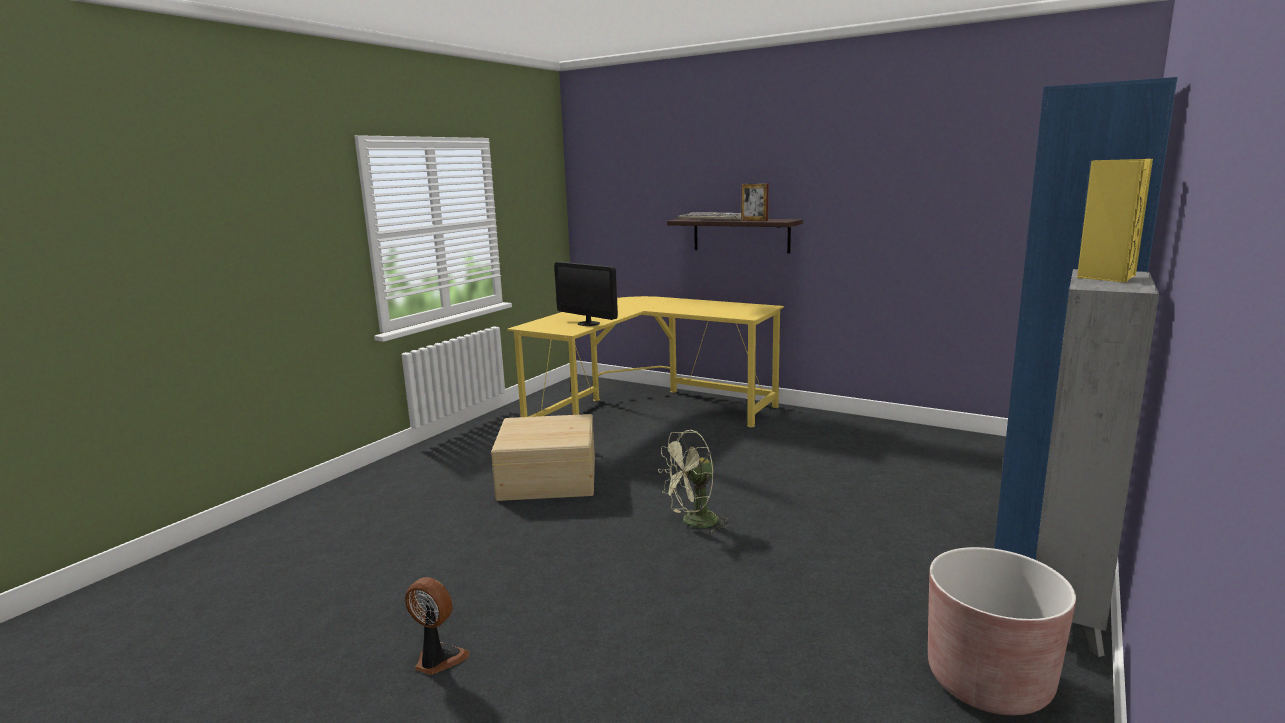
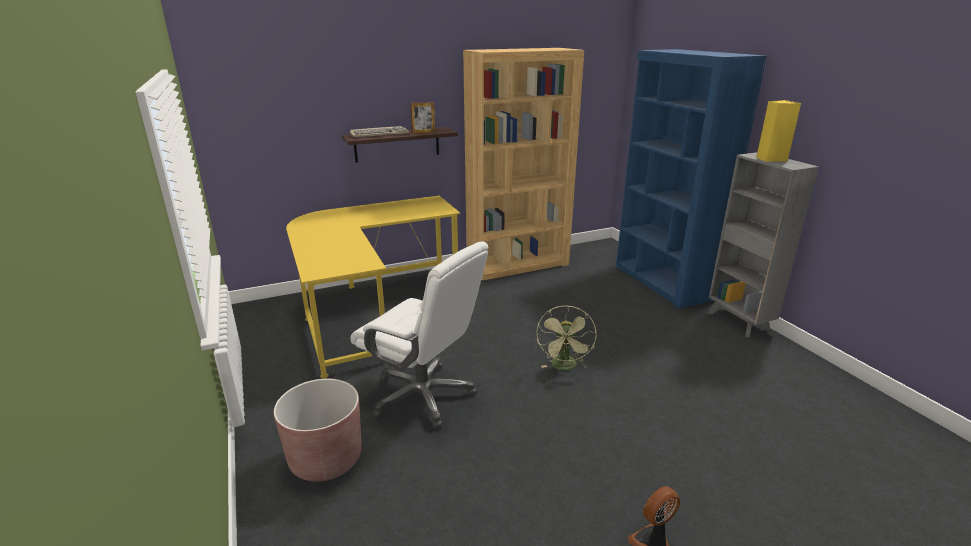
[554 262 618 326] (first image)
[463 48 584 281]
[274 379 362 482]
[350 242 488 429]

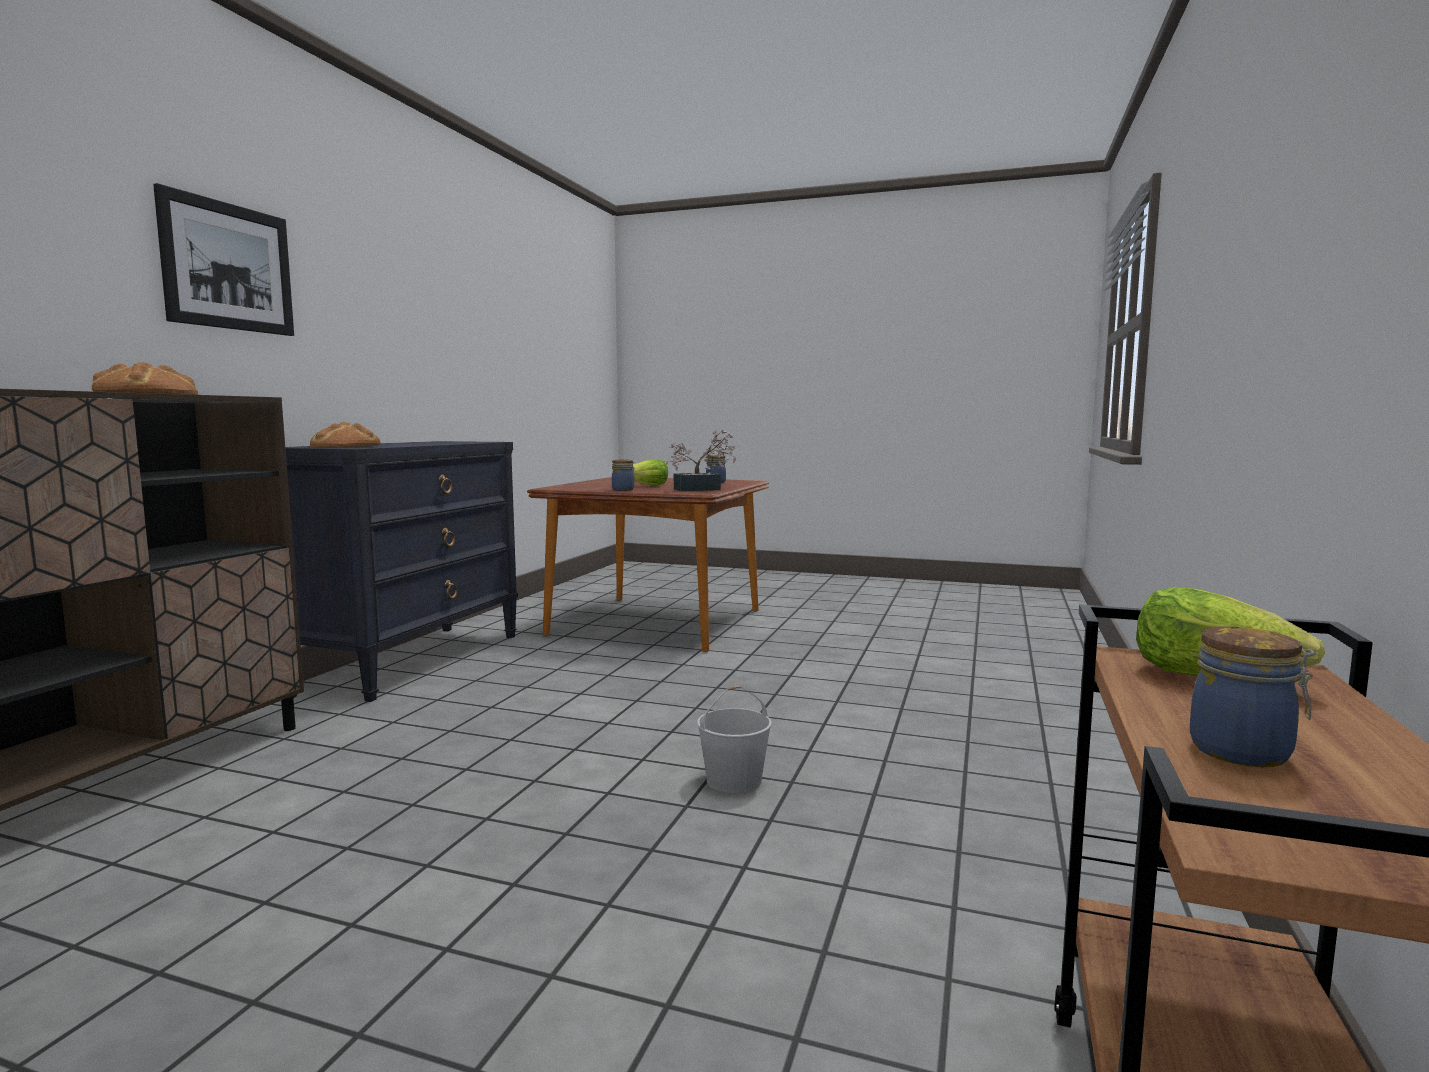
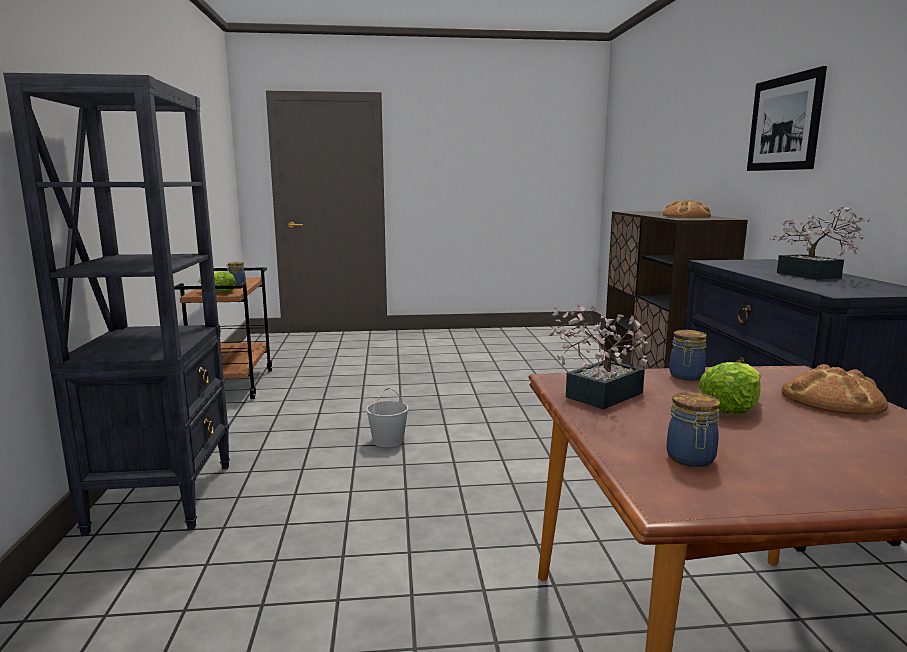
[3 73 230 535]
[770 206 870 280]
[781 364 889 415]

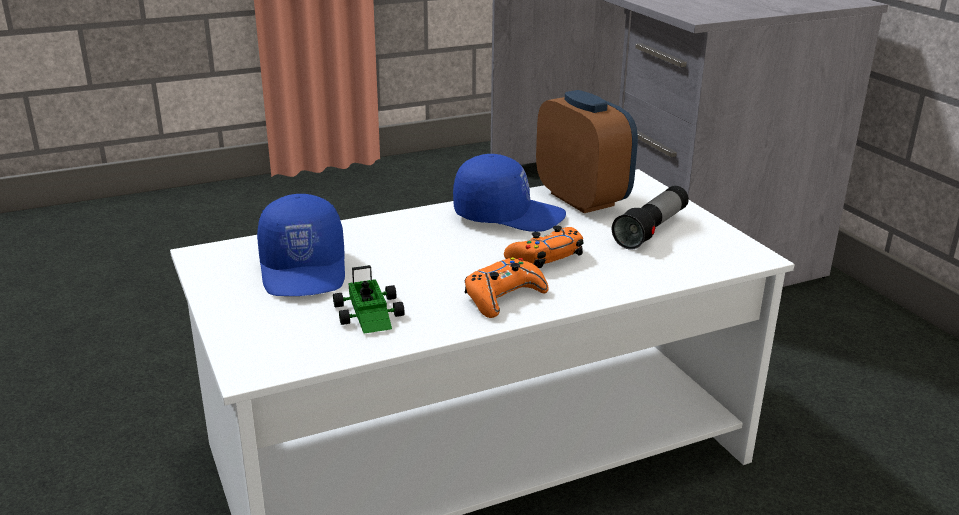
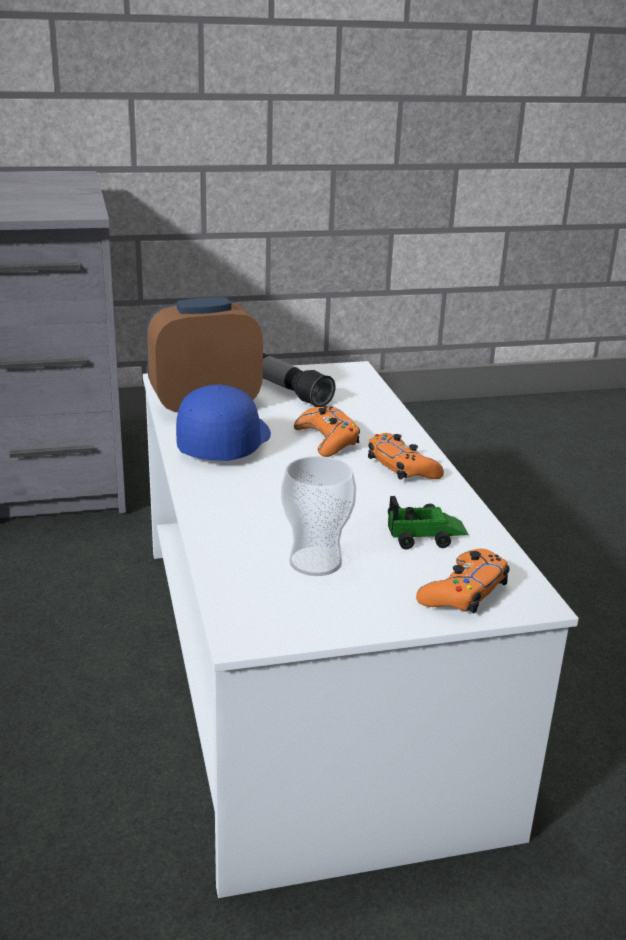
[416 549 510 613]
[281 456 356 576]

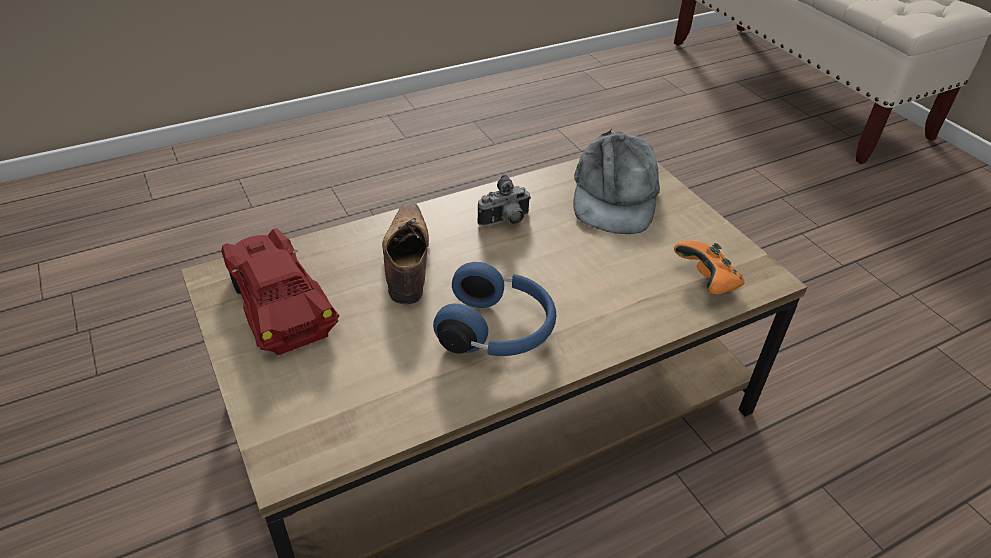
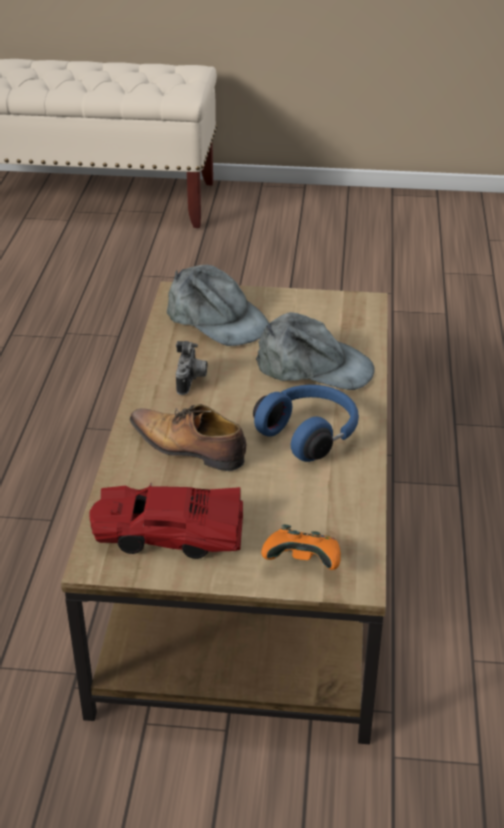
[256 312 375 390]
[261 524 341 570]

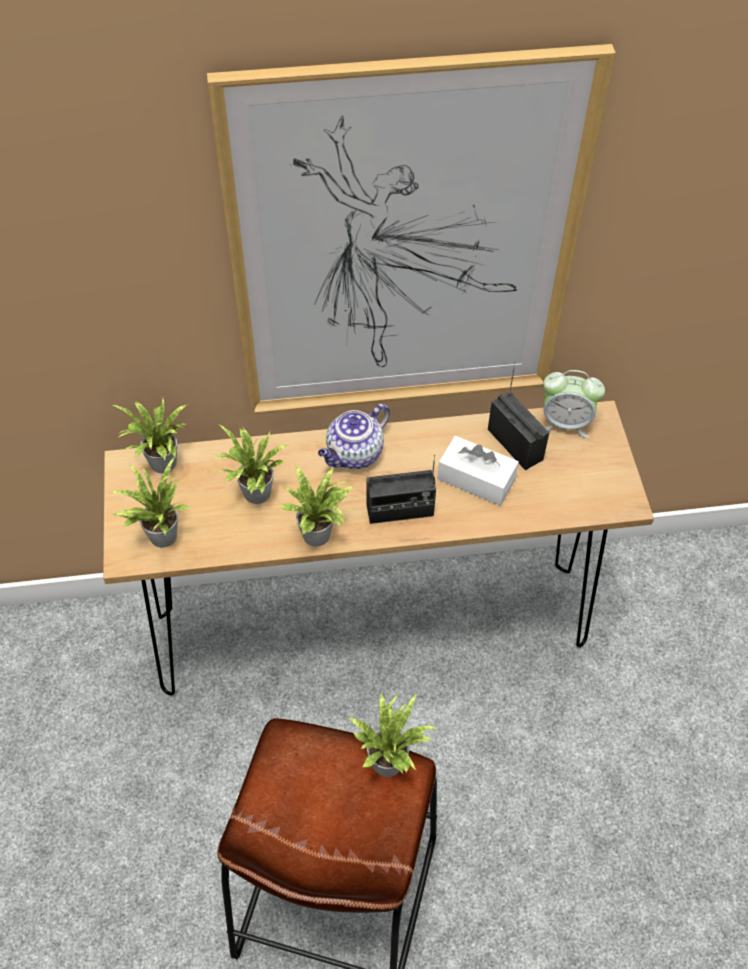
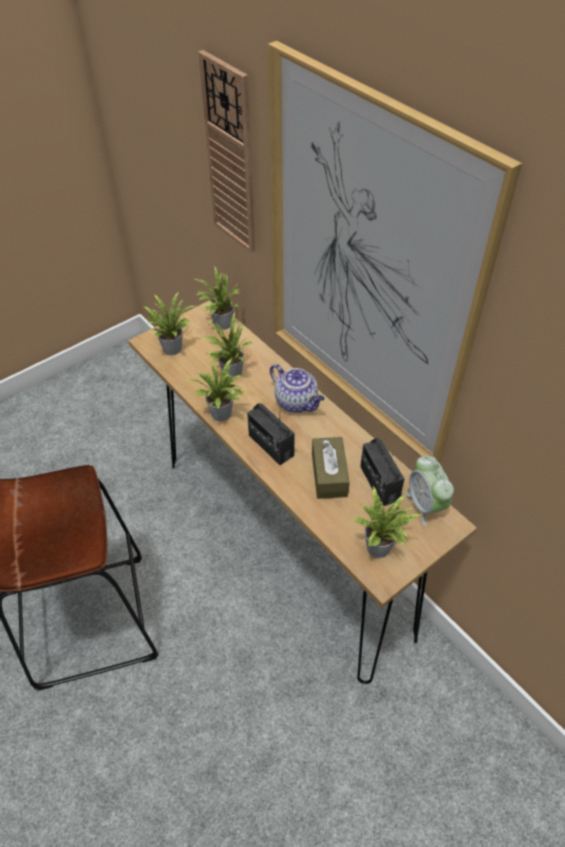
[198 50 255 253]
[353 485 423 558]
[312 437 349 499]
[270 364 325 413]
[360 438 404 506]

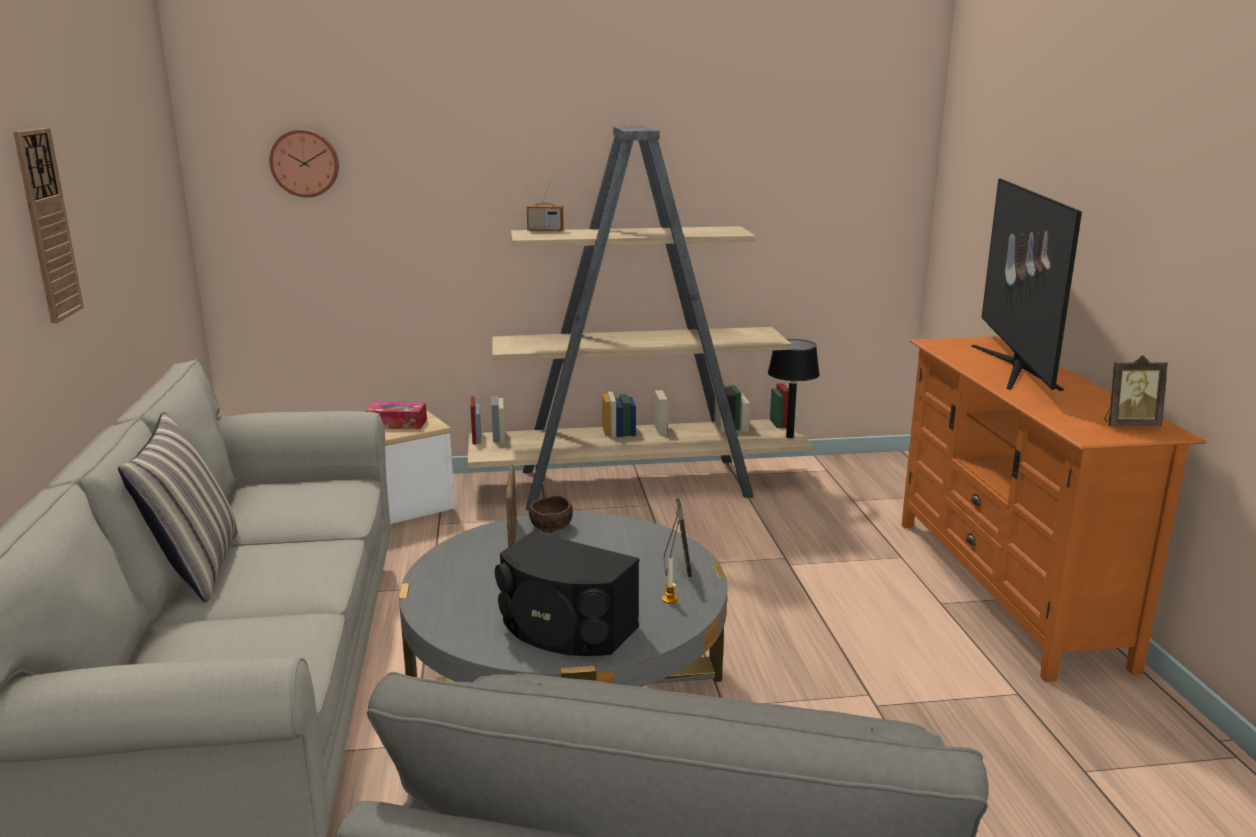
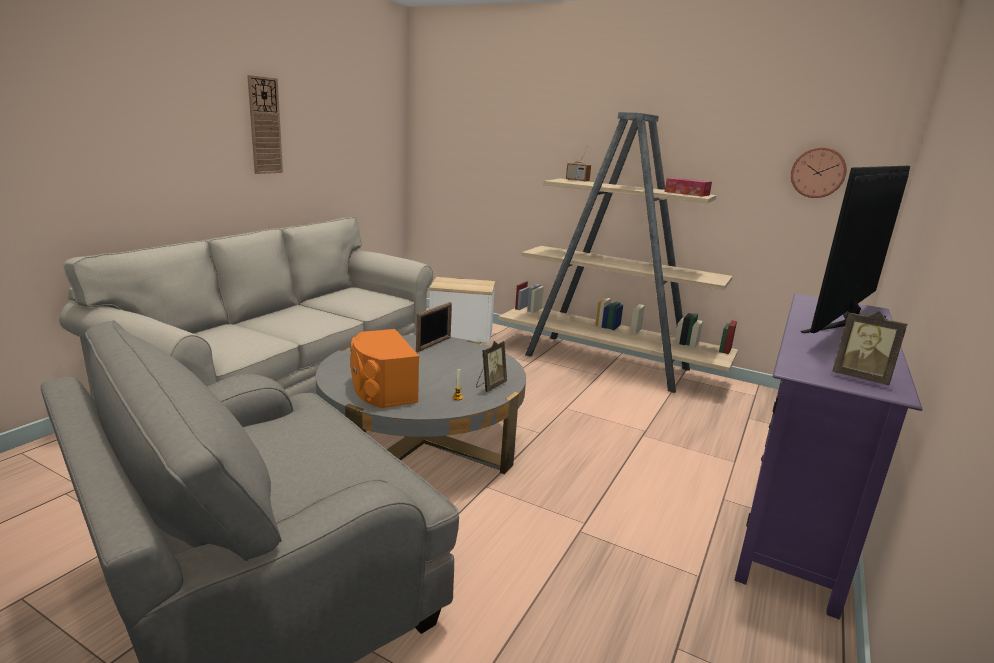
[118 412 238 603] (first image)
[529 495 573 533] (first image)
[768 339 820 438] (first image)
[791 147 847 198]
[665 178 712 196]
[350 329 419 408]
[735 294 923 620]

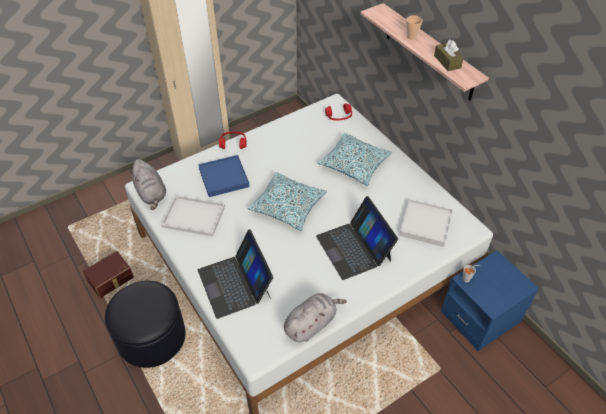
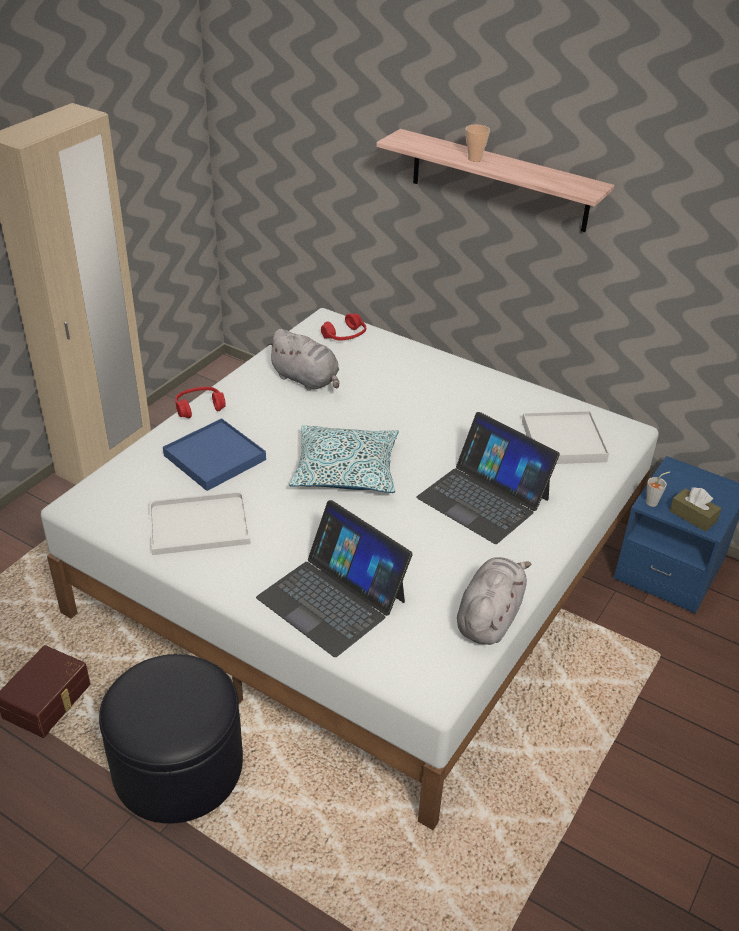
[318 133 393 186] (first image)
[266 329 339 391]
[670 487 721 532]

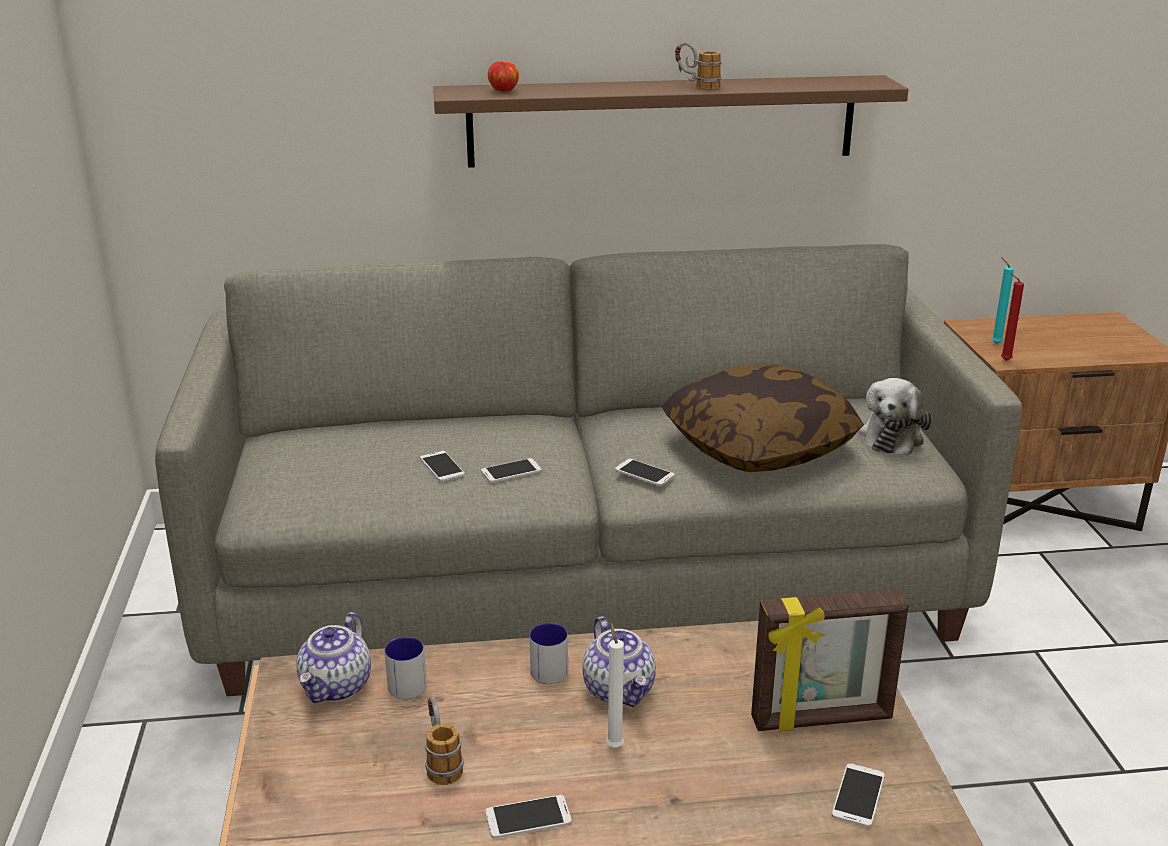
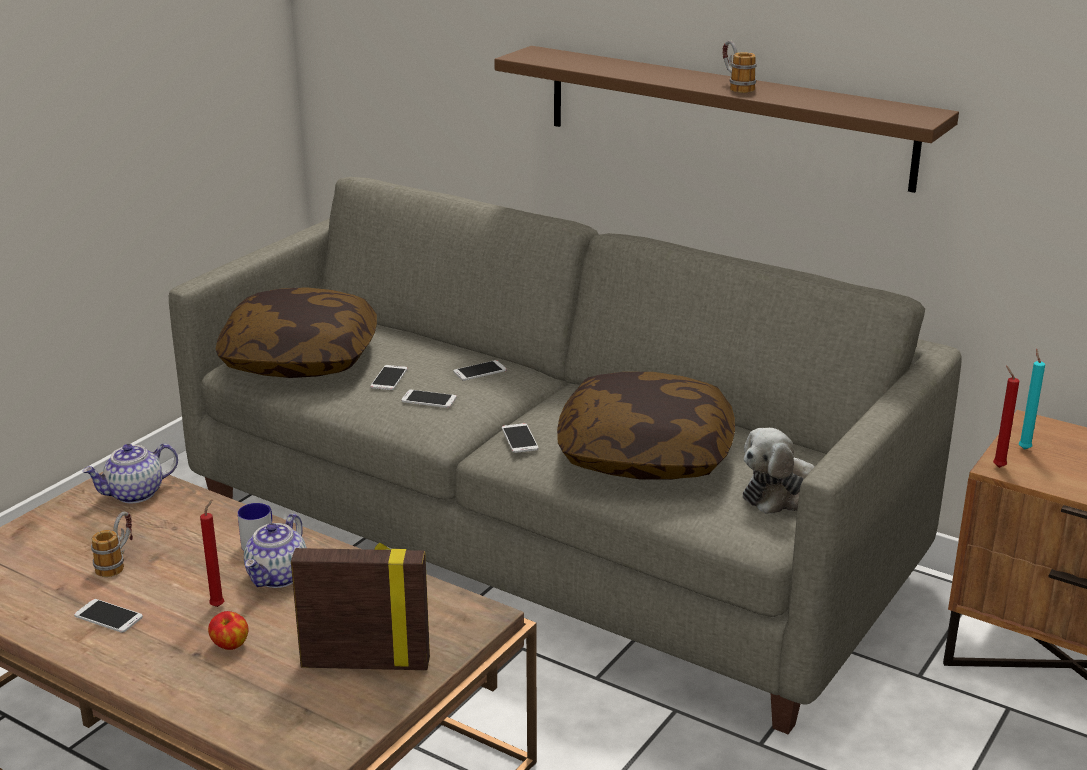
[384 637 427 699] (first image)
[216 287 377 378]
[208 611 248 650]
[453 360 507 381]
[200 499 224 607]
[291 543 430 670]

